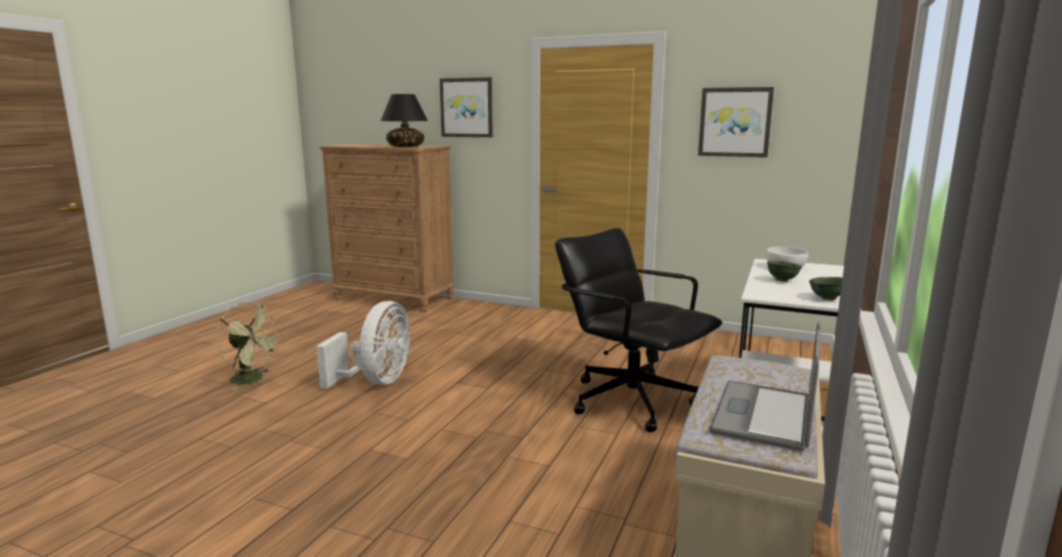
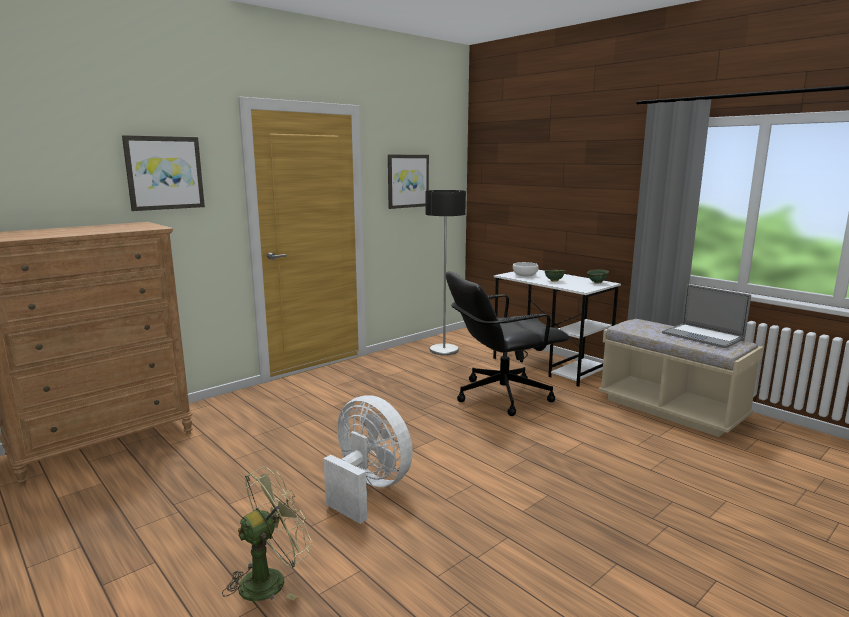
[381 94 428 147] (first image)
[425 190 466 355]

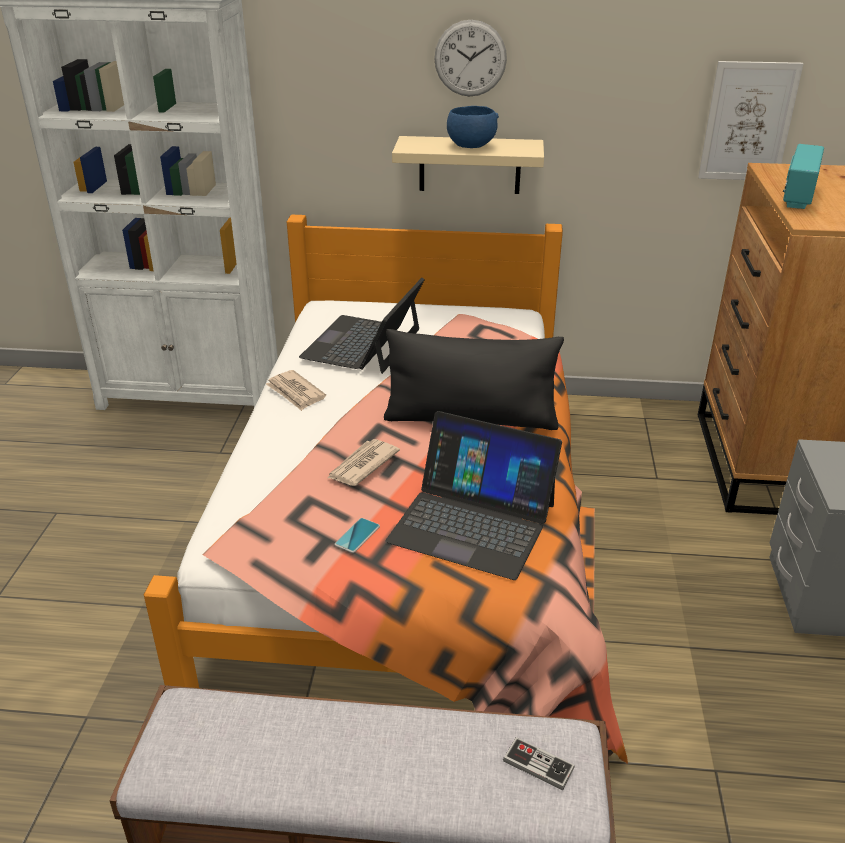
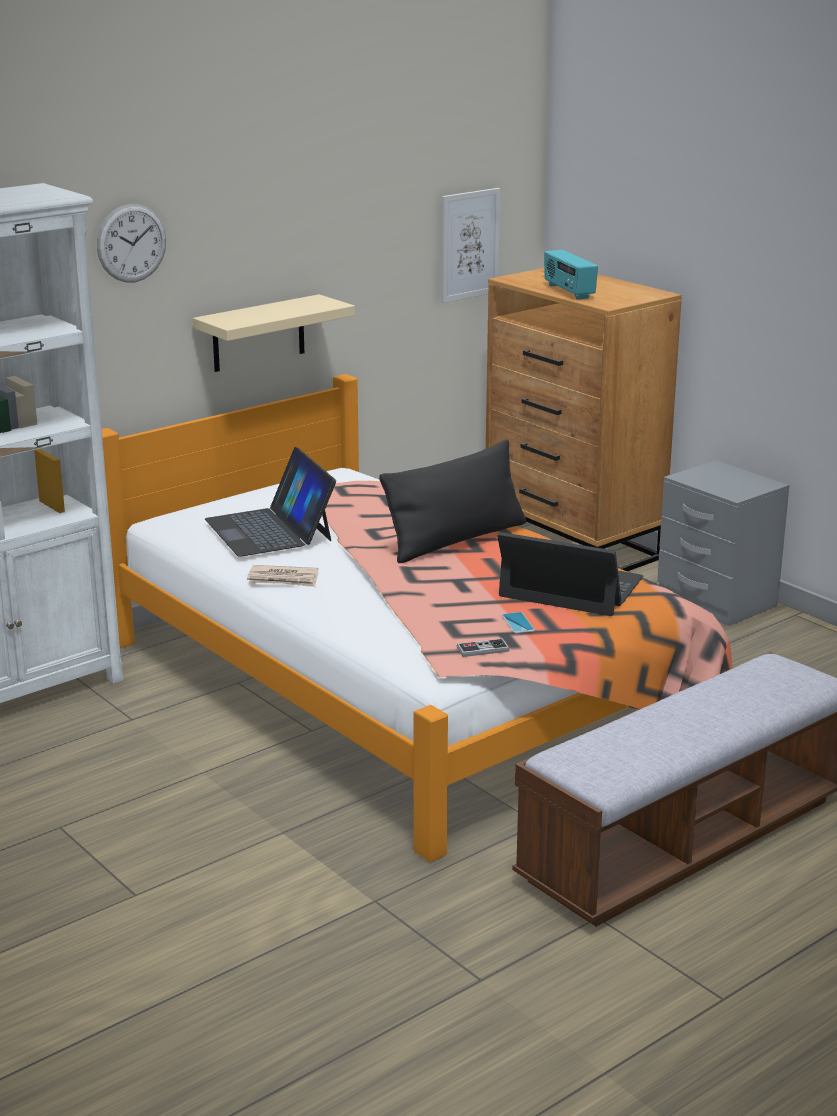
[328 439 400 486] (first image)
[447 106 499 148] (first image)
[97 204 166 283]
[457 638 509 657]
[497 532 643 616]

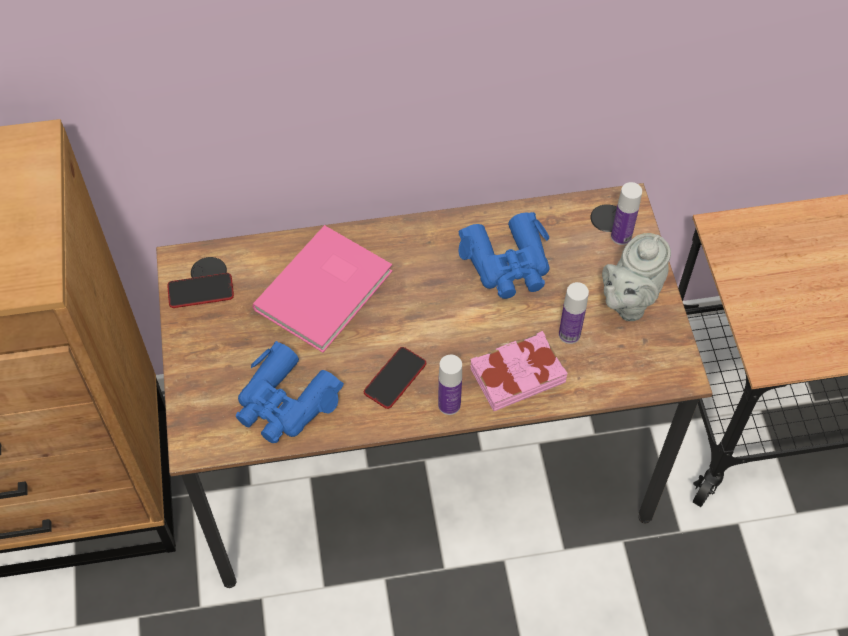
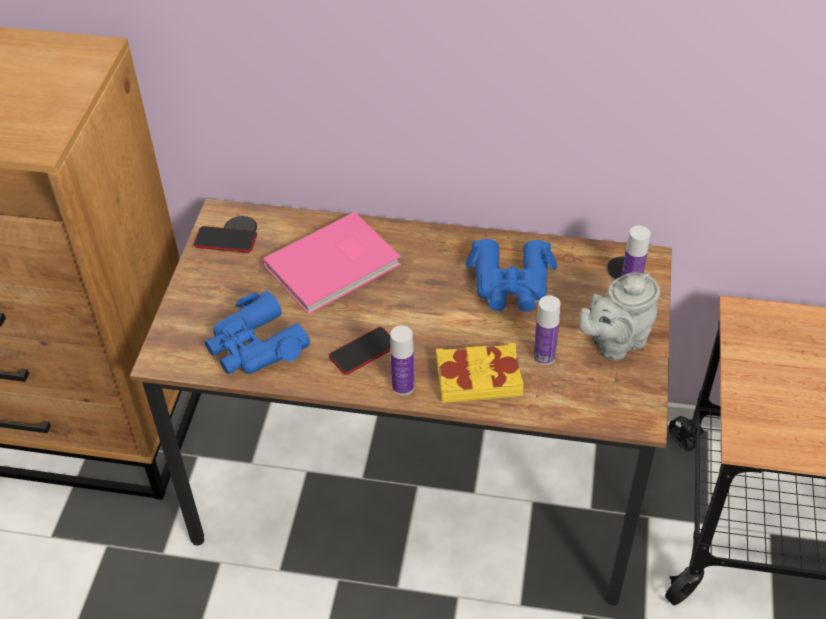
[436 343 524 403]

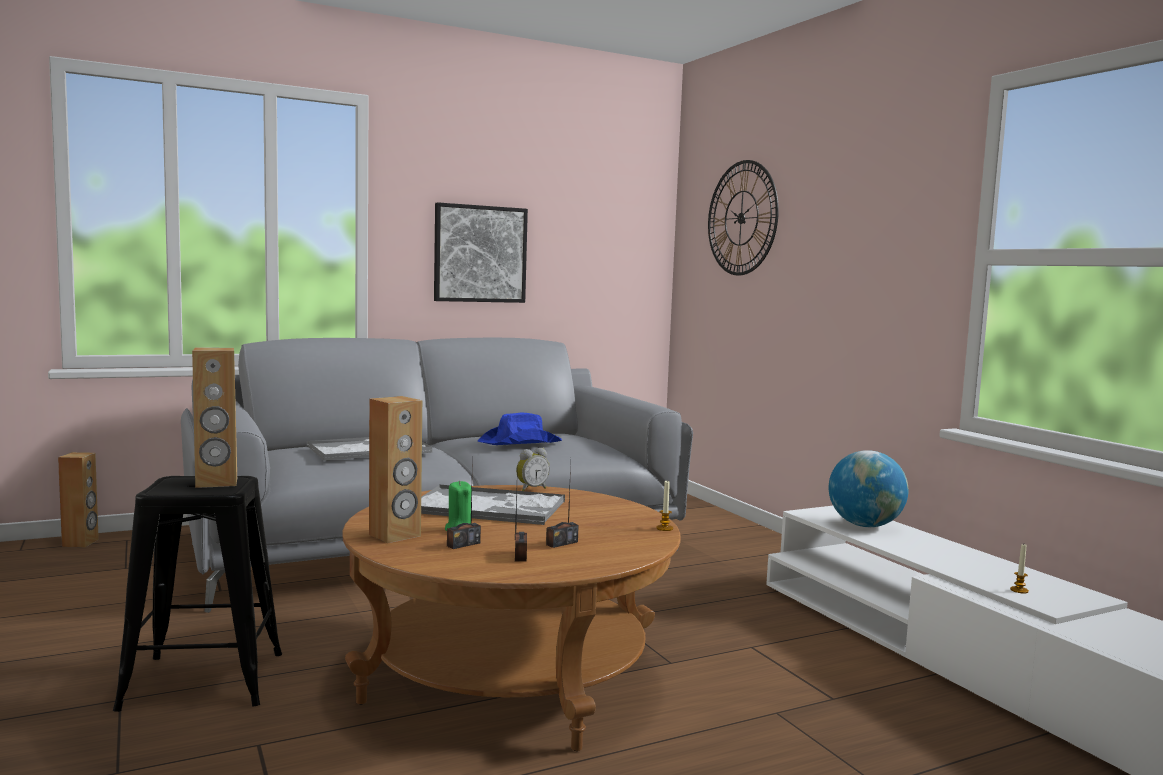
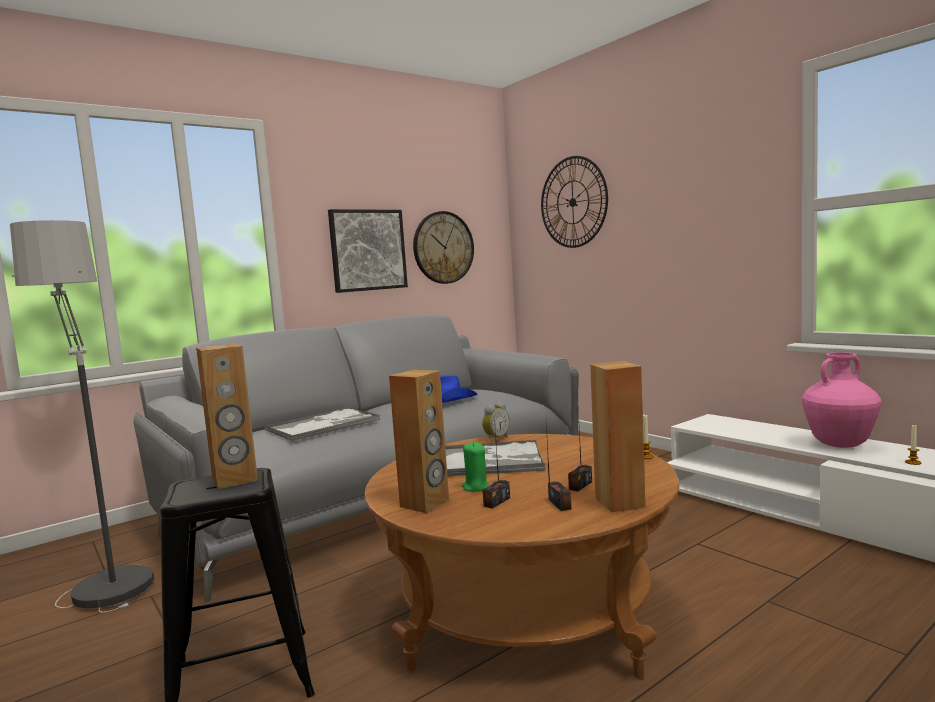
[829 450 909 527] (first image)
[10 220 154 613]
[413 211 474 284]
[802 352 881 448]
[590 361 646 512]

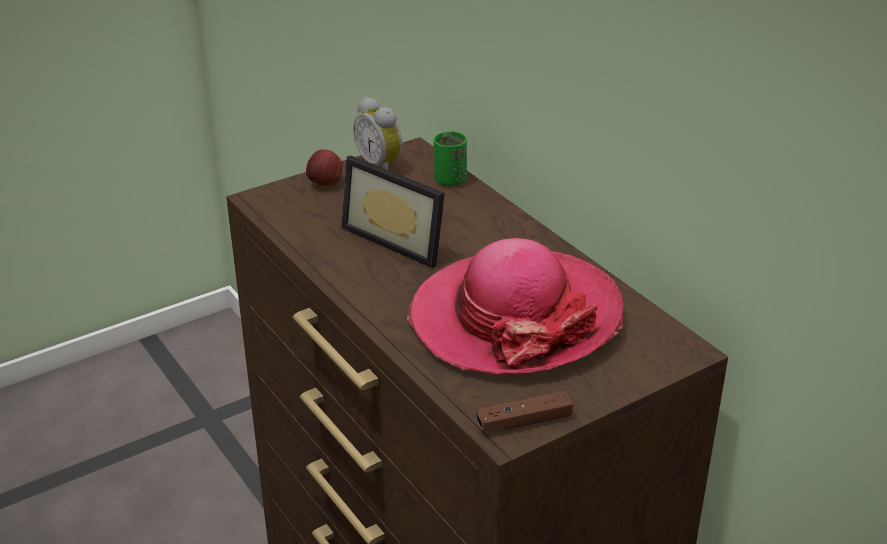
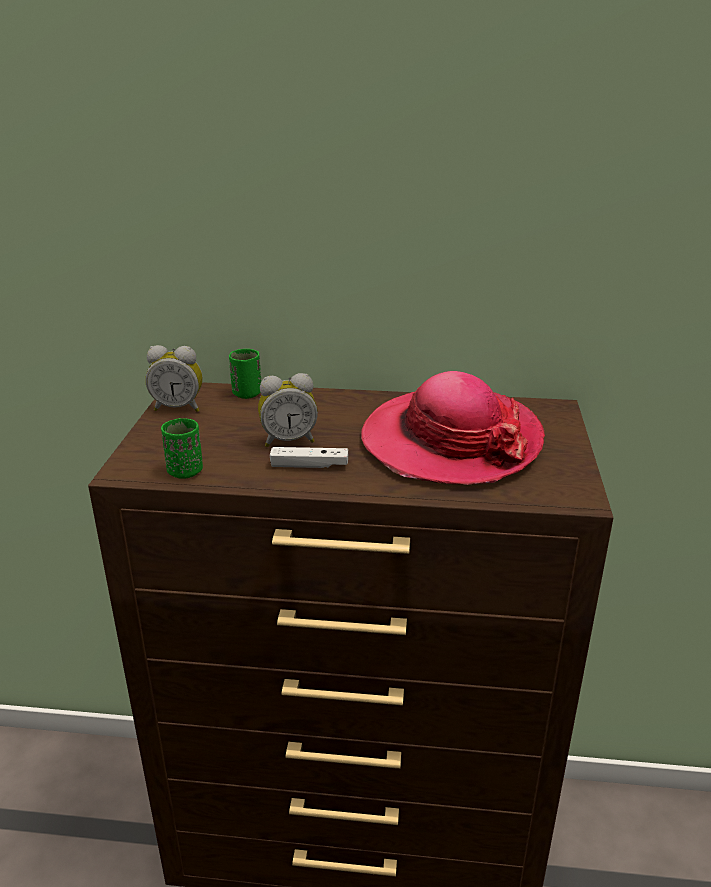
[306 149 342 186] (first image)
[476 391 573 432] (first image)
[161 418 203 479]
[270 447 348 468]
[258 373 318 447]

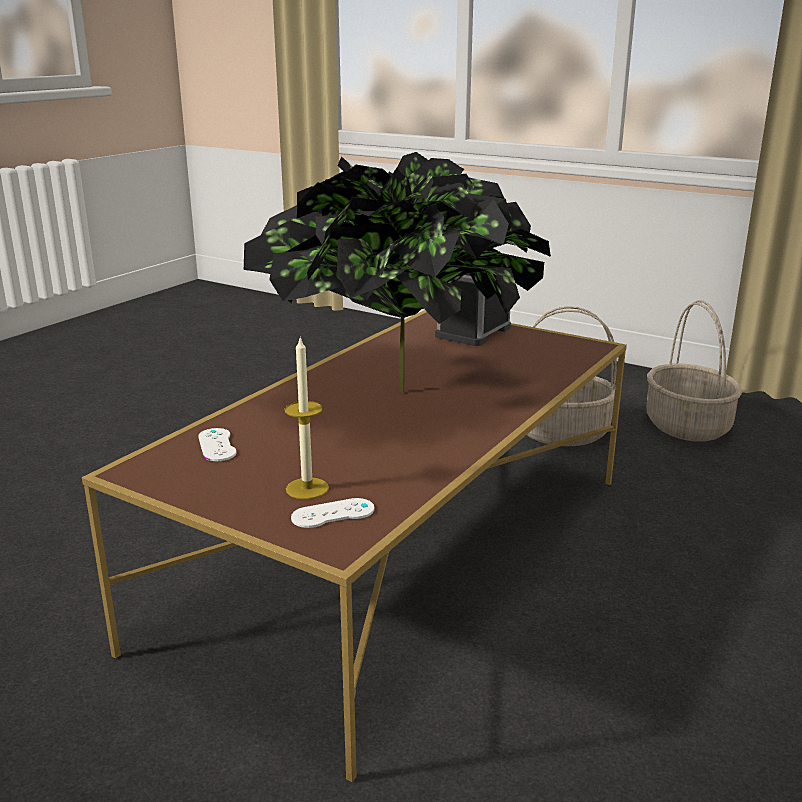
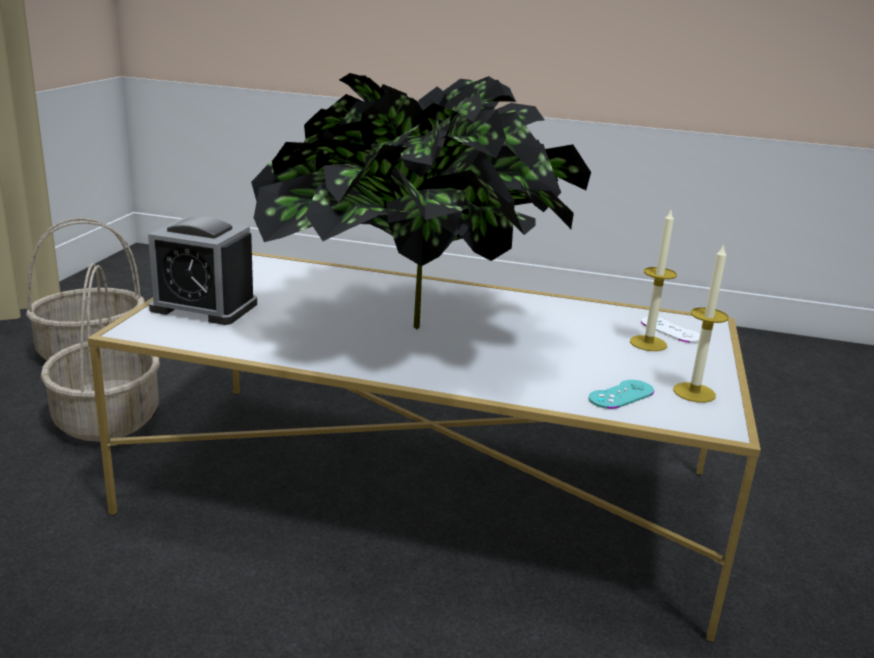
[673 244 729 403]
[88 252 761 642]
[588 380 654 409]

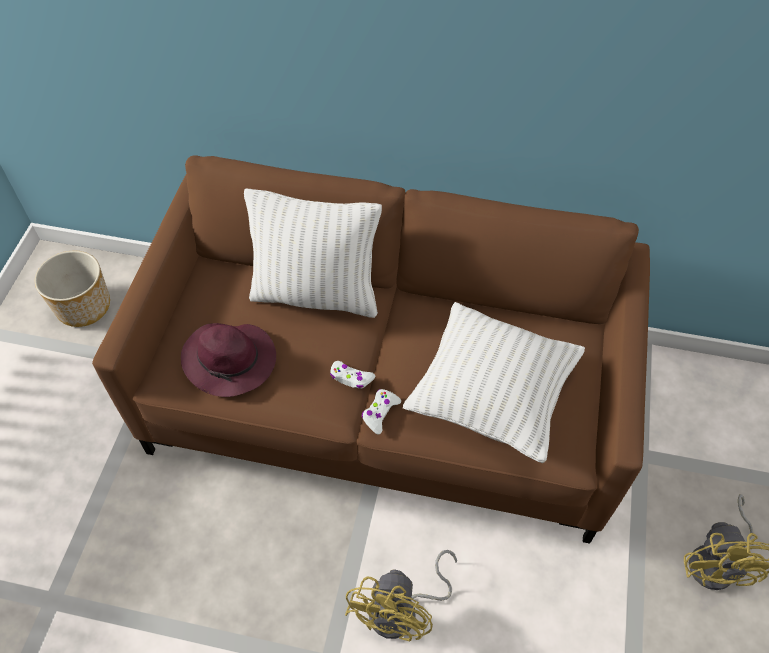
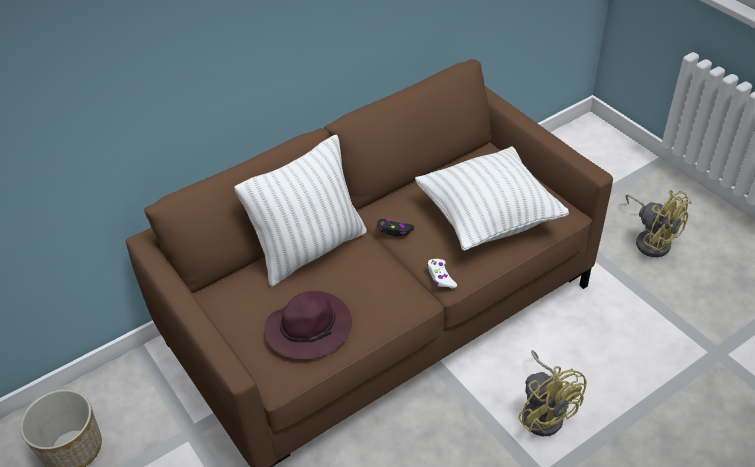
[330 361 375 389] (first image)
[377 219 414 236]

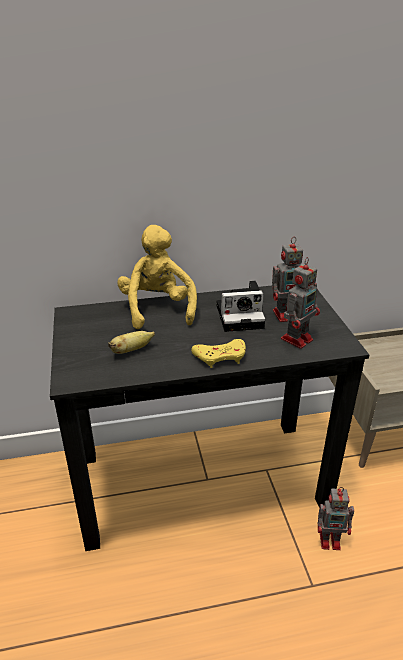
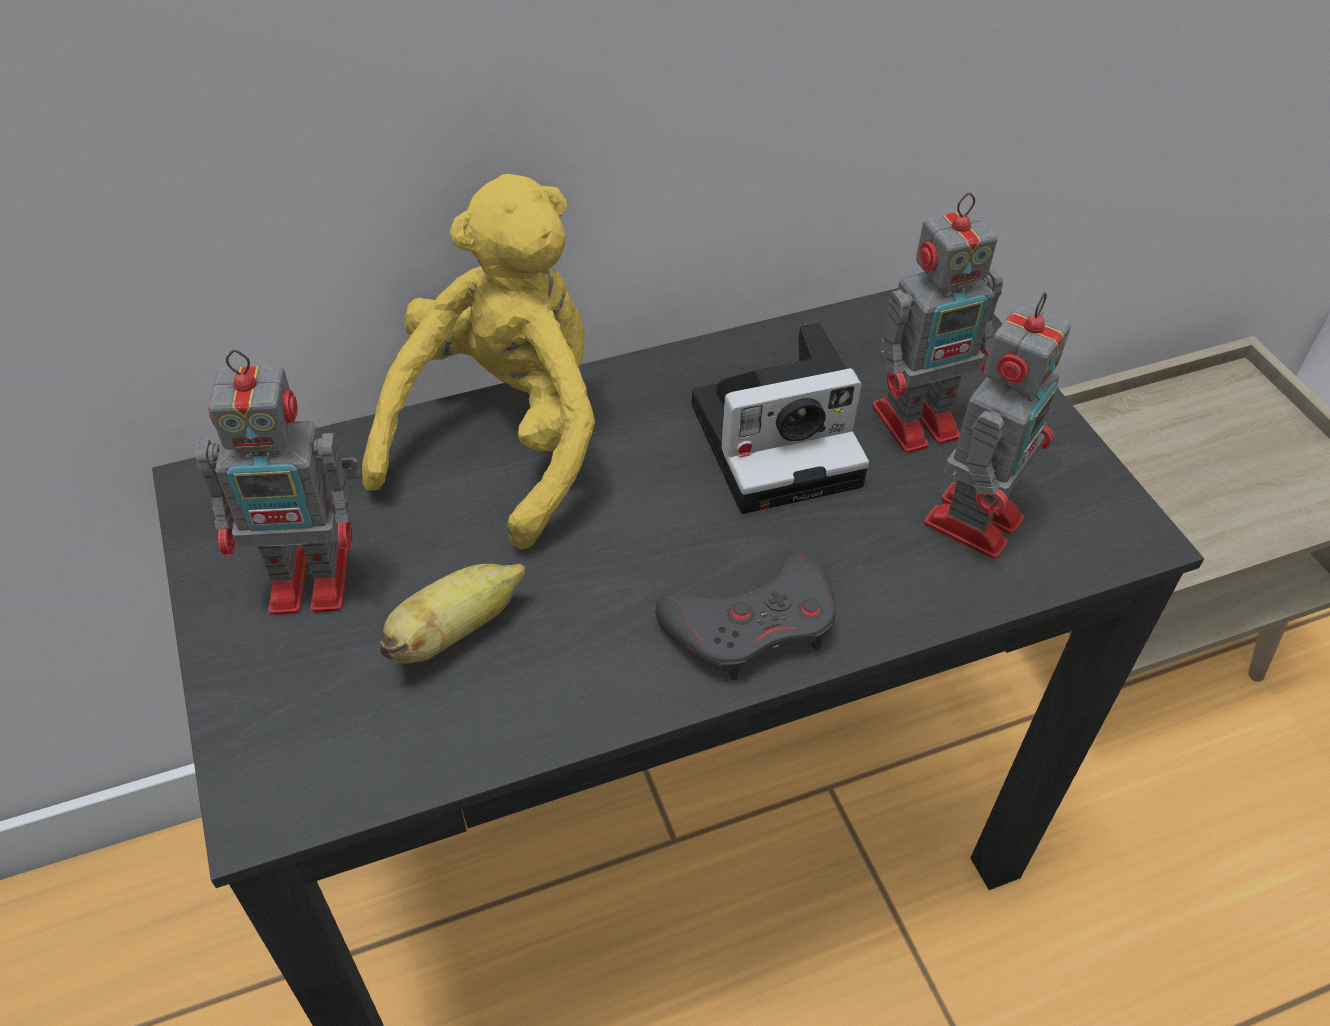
[195 350 360 615]
[655 552 836 680]
[362 174 595 550]

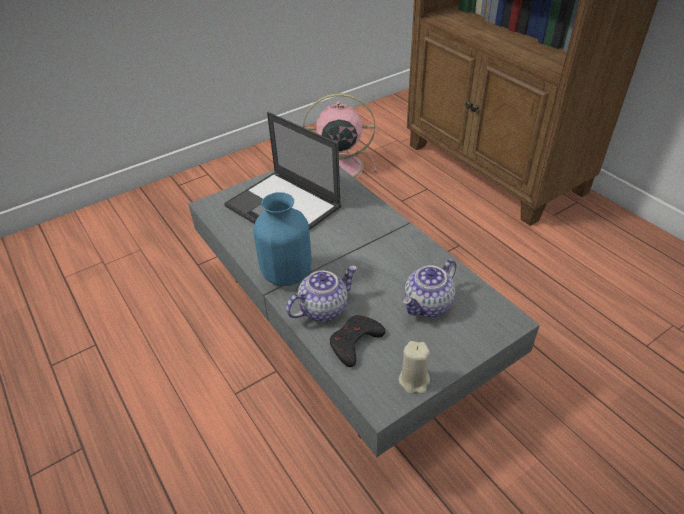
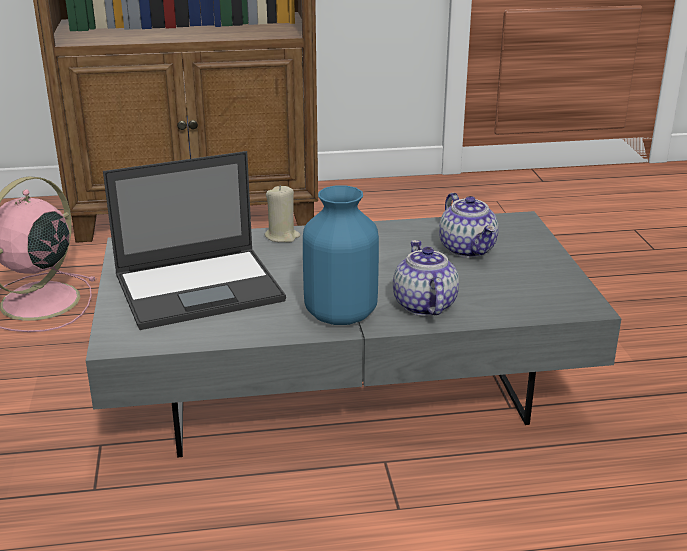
[330 315 386 367] (first image)
[264 185 300 242]

